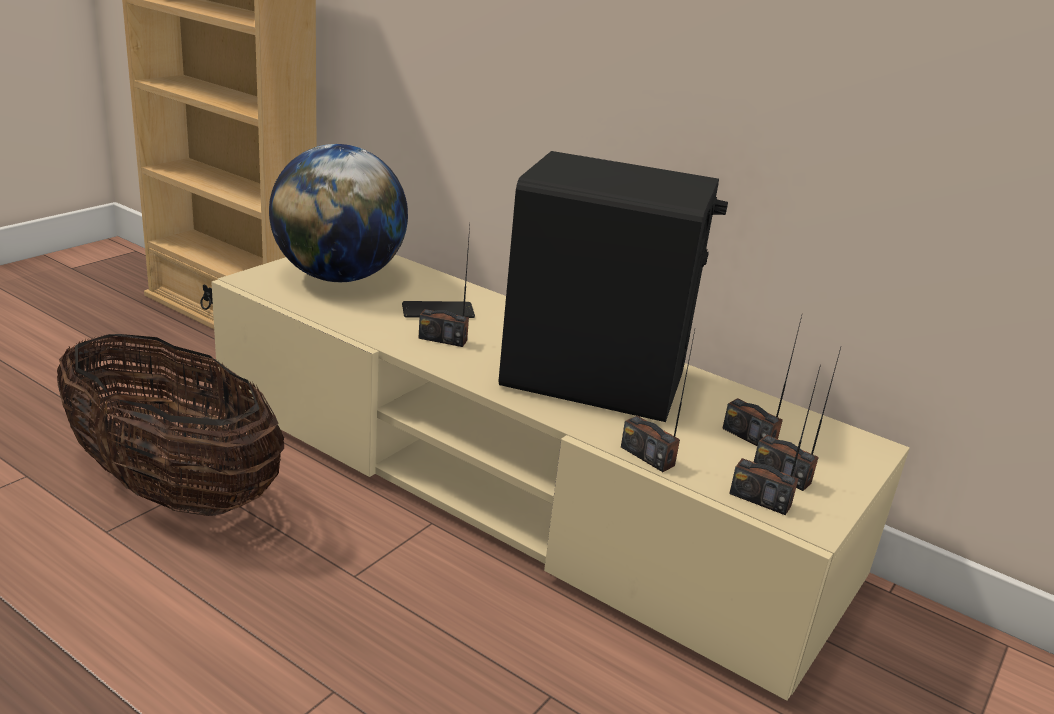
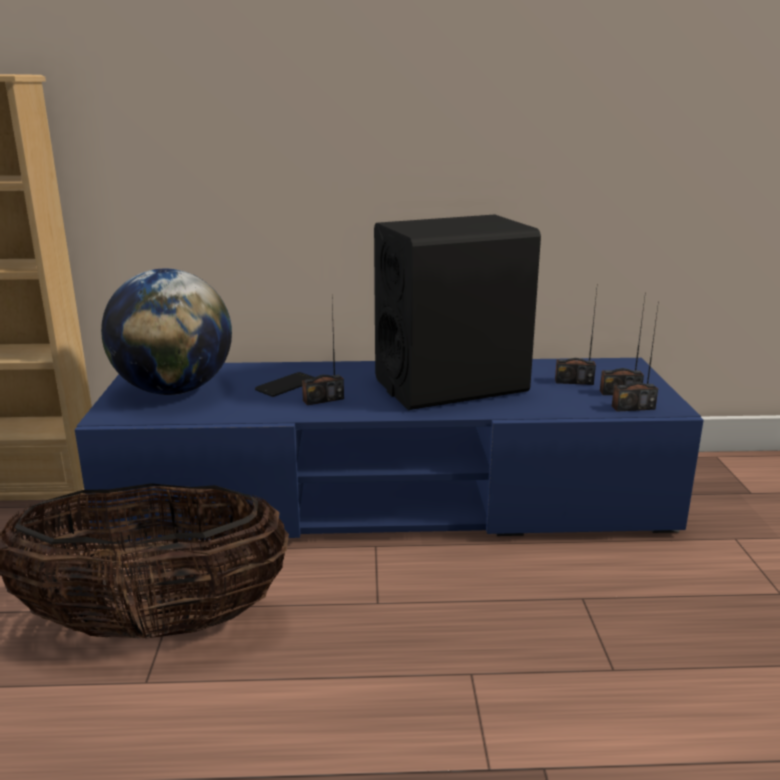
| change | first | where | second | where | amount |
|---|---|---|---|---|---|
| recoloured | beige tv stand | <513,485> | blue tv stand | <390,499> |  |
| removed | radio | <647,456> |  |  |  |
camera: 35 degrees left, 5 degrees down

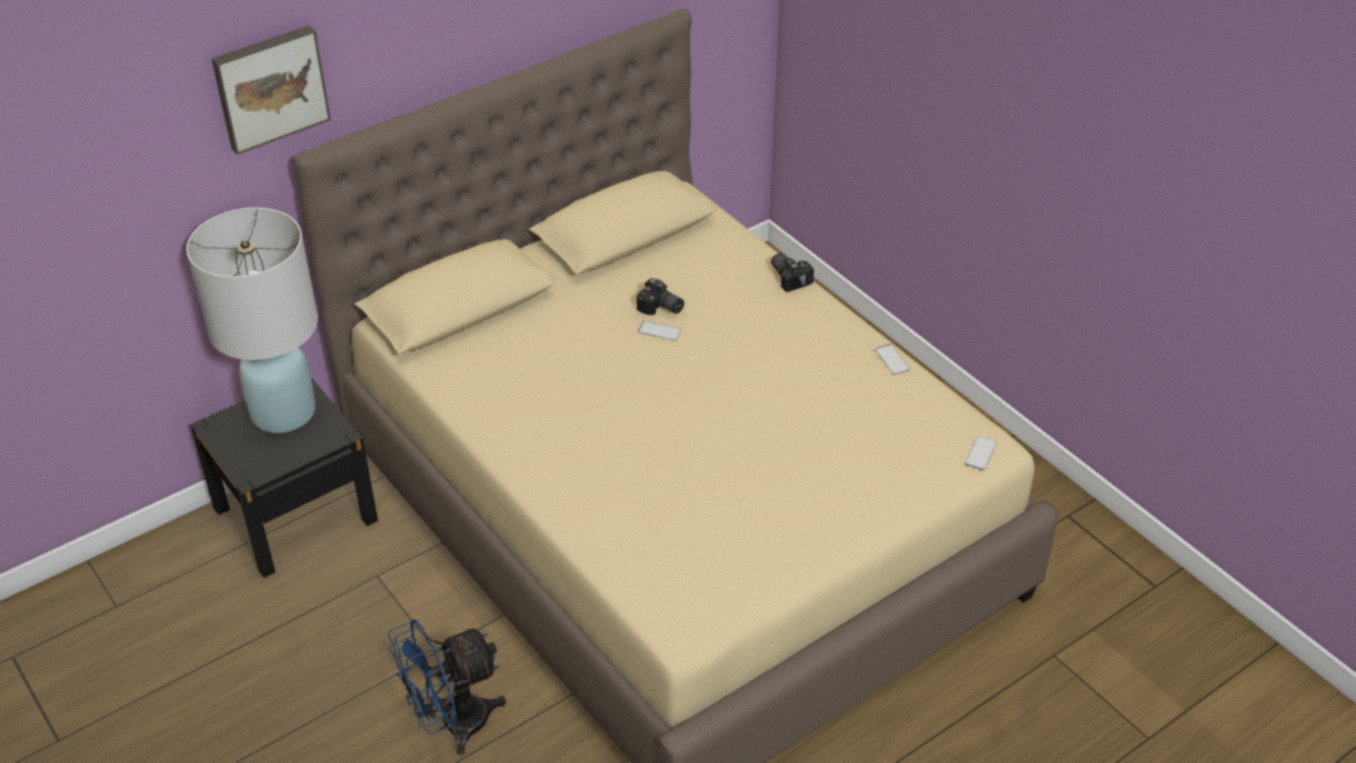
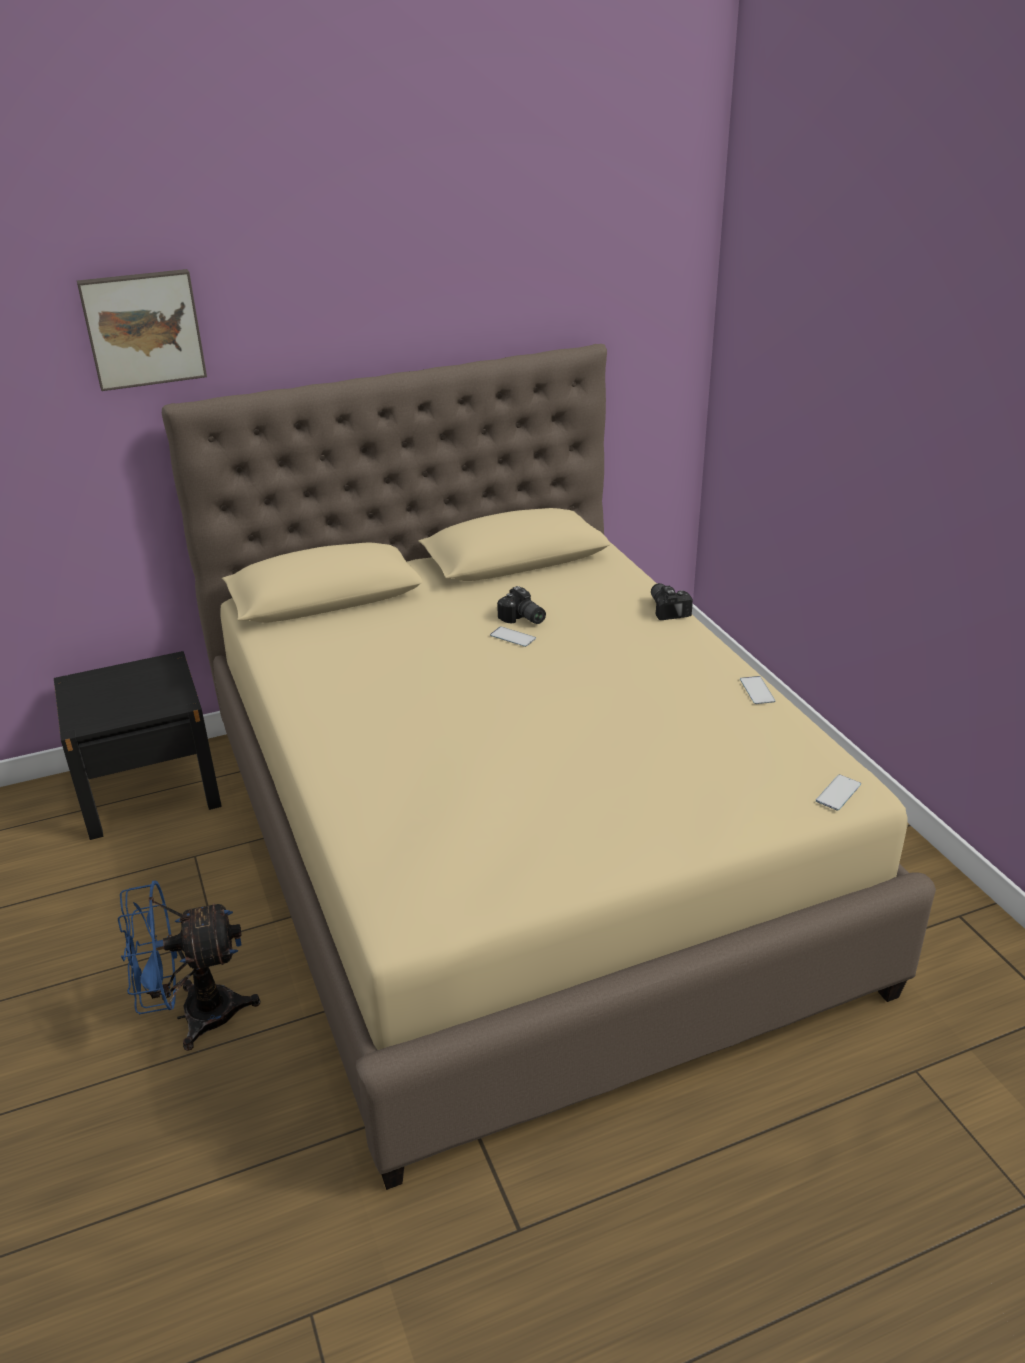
| change | first | where | second | where | amount |
|---|---|---|---|---|---|
| removed | white table lamp | <284,412> |  |  |  |
camera: 15 degrees right, 10 degrees down

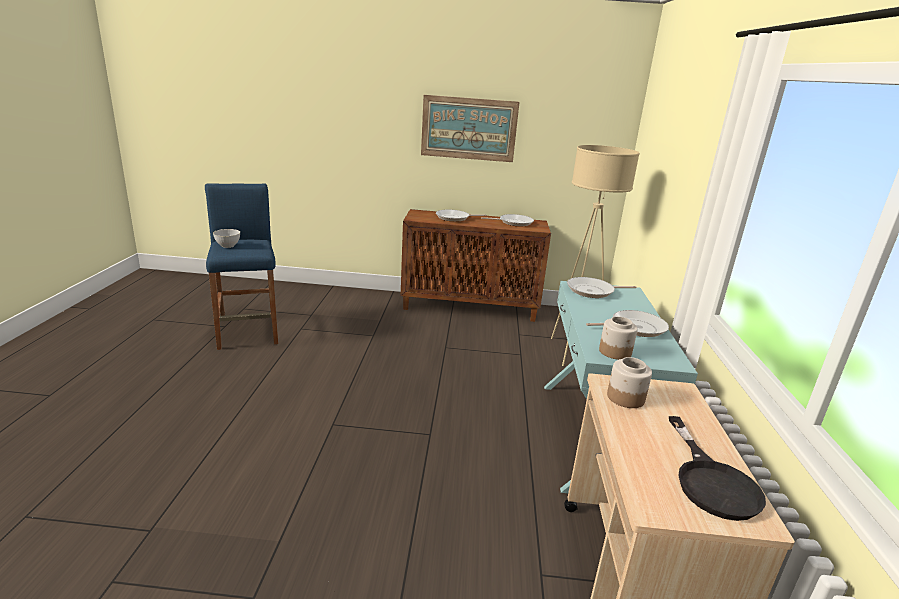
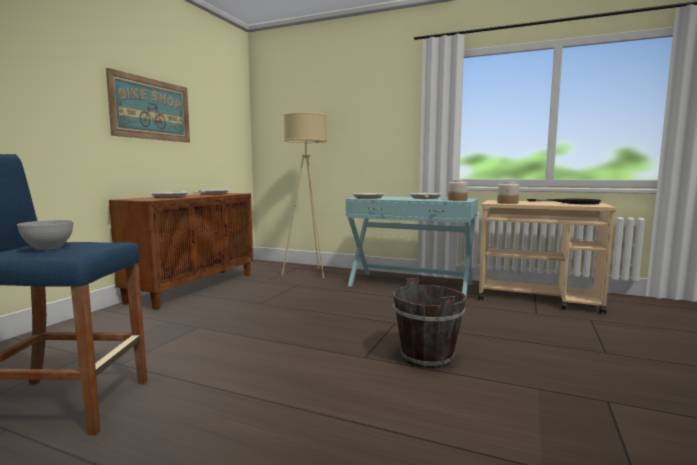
| change | first | where | second | where | amount |
|---|---|---|---|---|---|
| added |  |  | brown bucket | <427,357> |  |
camera: 70 degrees left, 15 degrees down

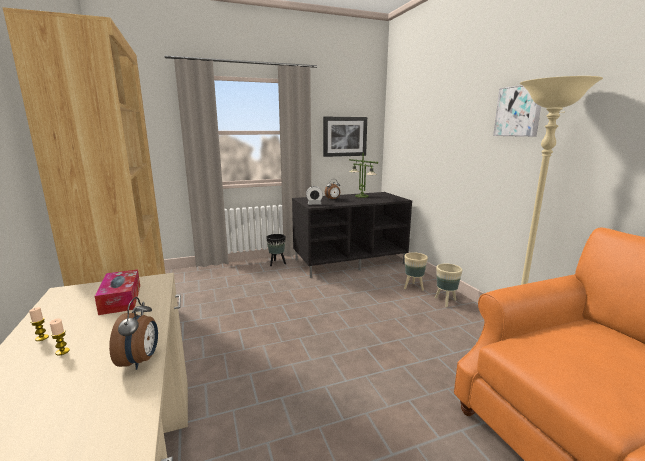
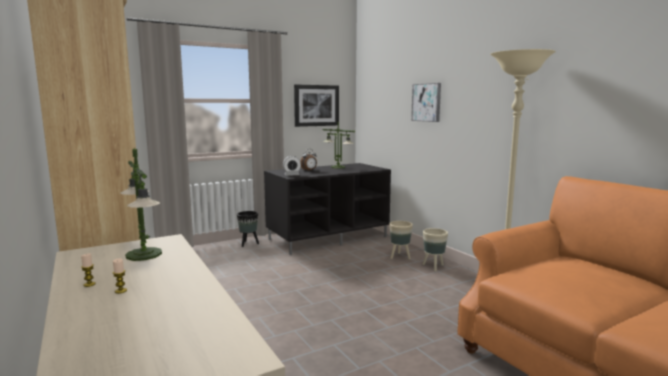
| change | first | where | second | where | amount |
|---|---|---|---|---|---|
| moved | picture | <519,111> |  | <427,102> |  |
| replaced | tissue box | <121,299> | table lamp | <144,255> |  |
| removed | alarm clock | <140,361> |  |  |  |
camera: 10 degrees left, 5 degrees down

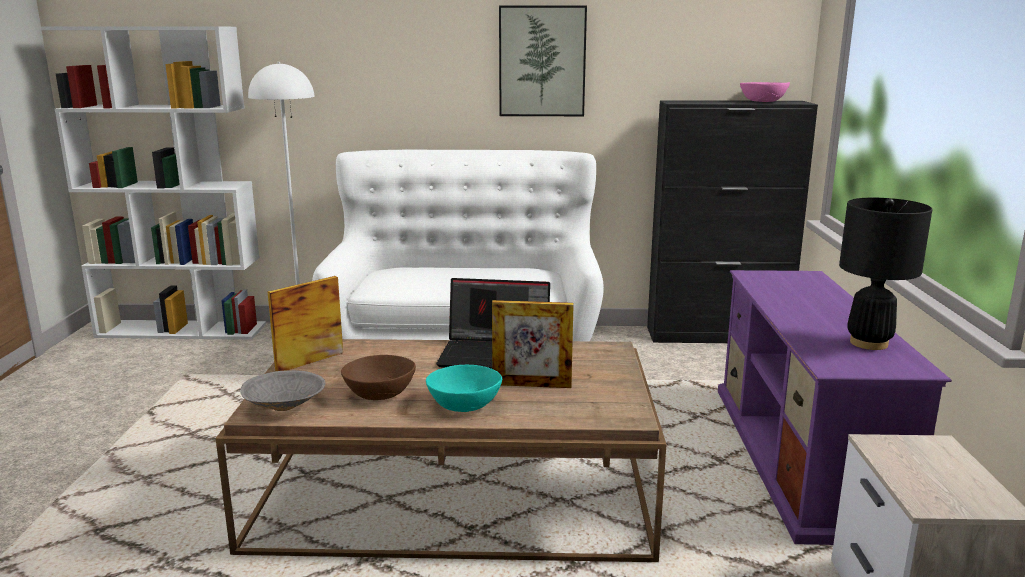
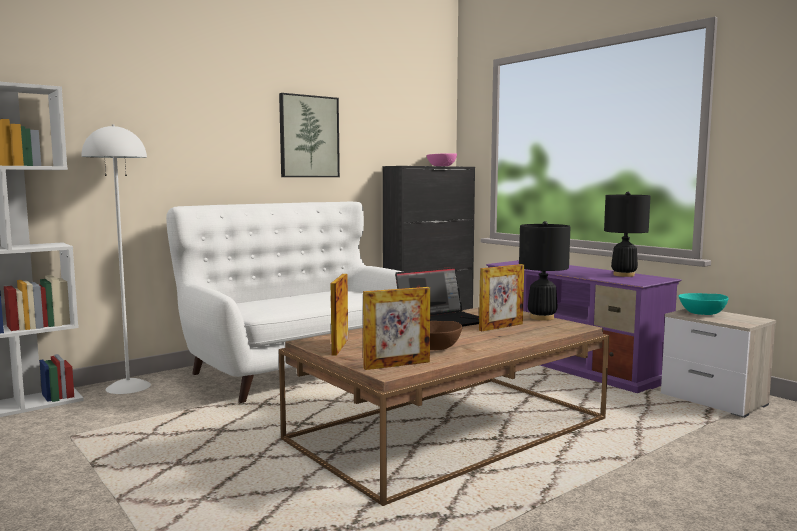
| change | first | where | second | where | amount |
|---|---|---|---|---|---|
| moved | turquoise bowl | <464,404> |  | <702,313> |  |
| replaced | grey bowl | <286,406> | picture frame | <397,365> |  |
| added |  |  | black table lamp | <542,317> |  |
camera: 40 degrees left, 10 degrees down

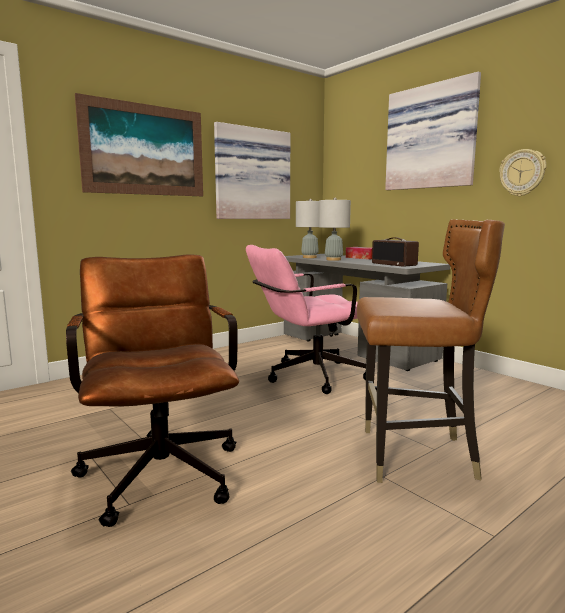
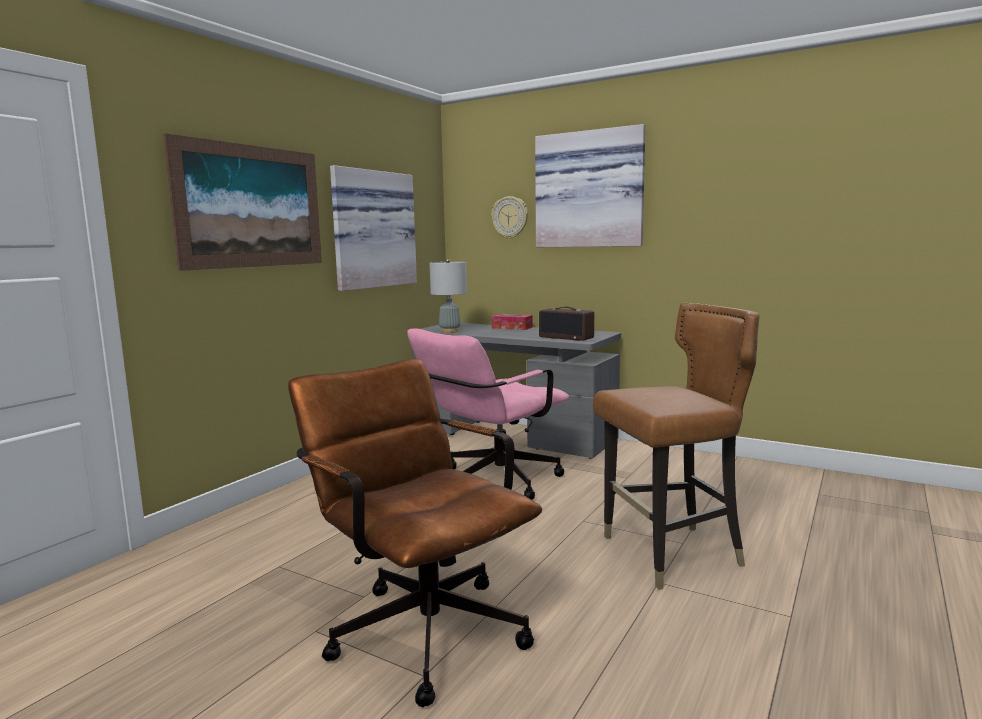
| change | first | where | second | where | amount |
|---|---|---|---|---|---|
| moved | wall clock | <522,173> |  | <510,217> |  |
| removed | grey table lamp | <333,259> |  |  |  |
camera: 20 degrees left, 0 degrees up

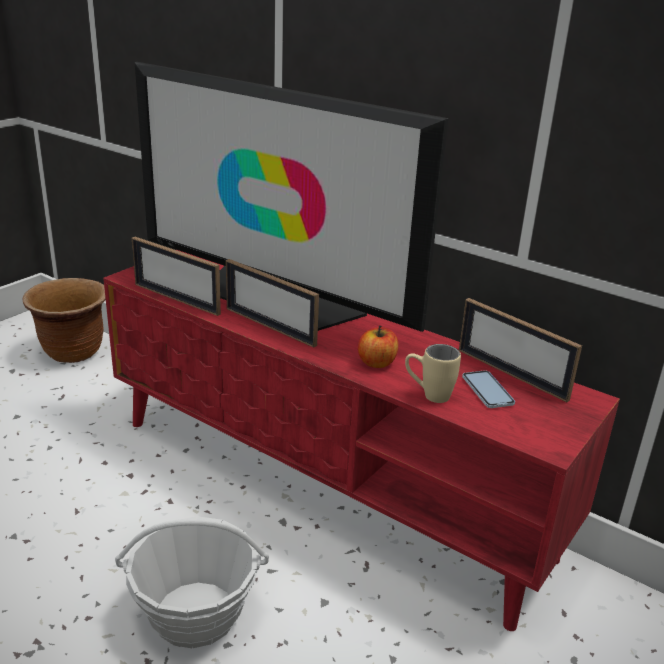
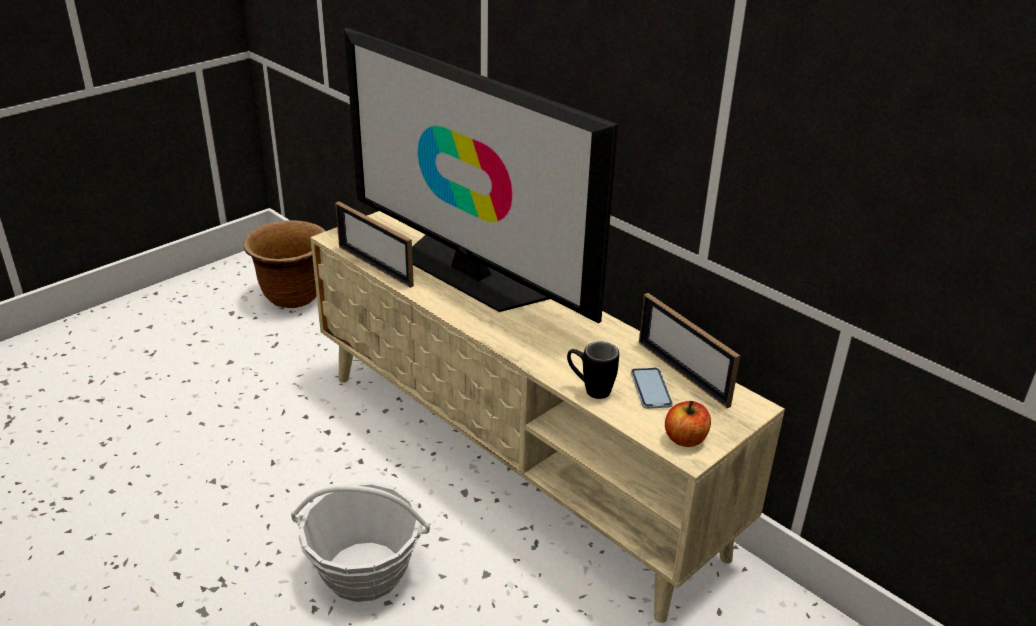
| change | first | where | second | where | amount |
|---|---|---|---|---|---|
| recoloured | red tv stand | <327,485> | beige tv stand | <516,460> |  |
| removed | picture frame | <270,326> |  |  |  |
| moved | apple | <377,363> |  | <685,439> |  |
| recoloured | beige mug | <428,395> | black mug | <590,389> |  |
camera: 10 degrees right, 5 degrees up

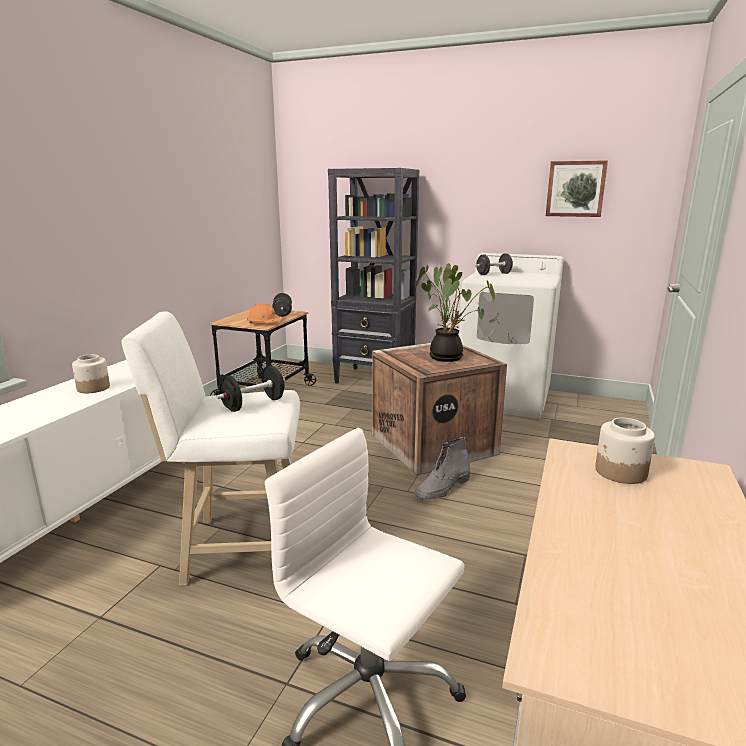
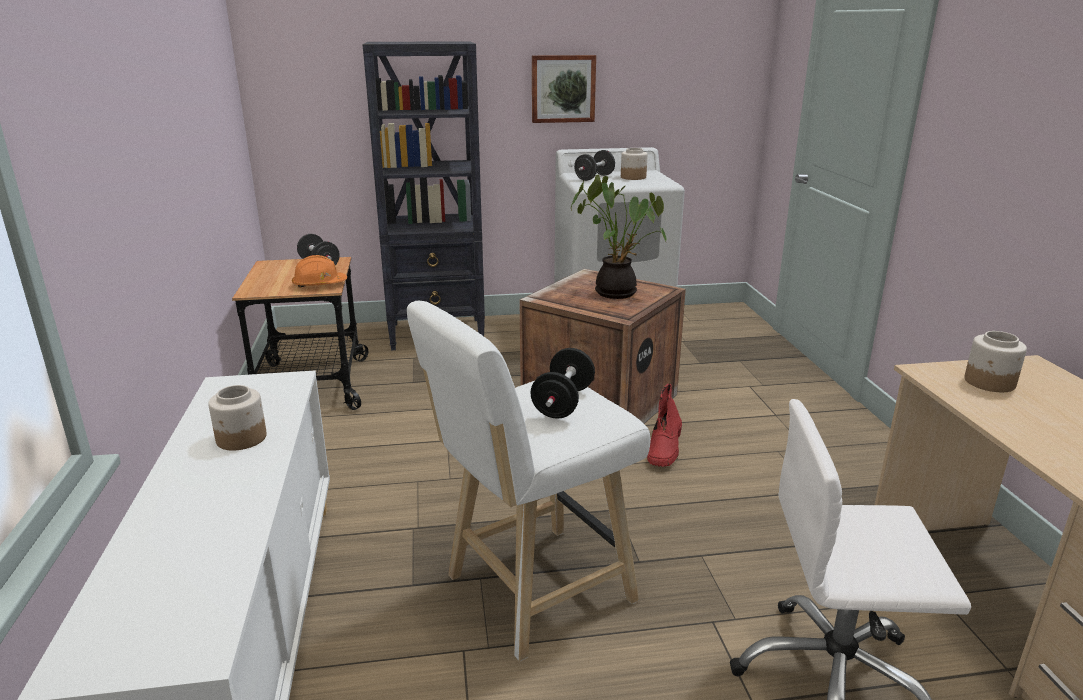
| change | first | where | second | where | amount |
|---|---|---|---|---|---|
| moved | picture | <575,189> |  | <563,89> |  |
| recoloured | grey boot | <442,488> | red boot | <664,448> |  |
| added |  |  | jar | <633,177> |  |
camera: 30 degrees left, 5 degrees up

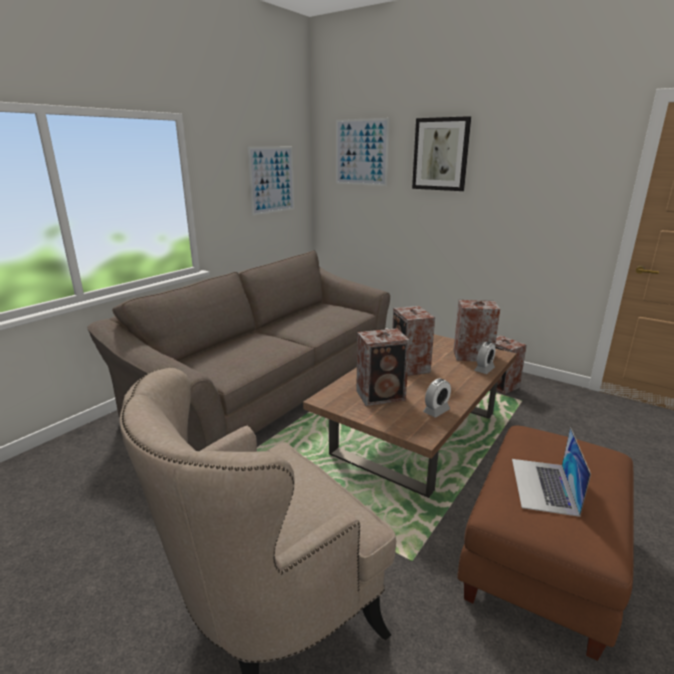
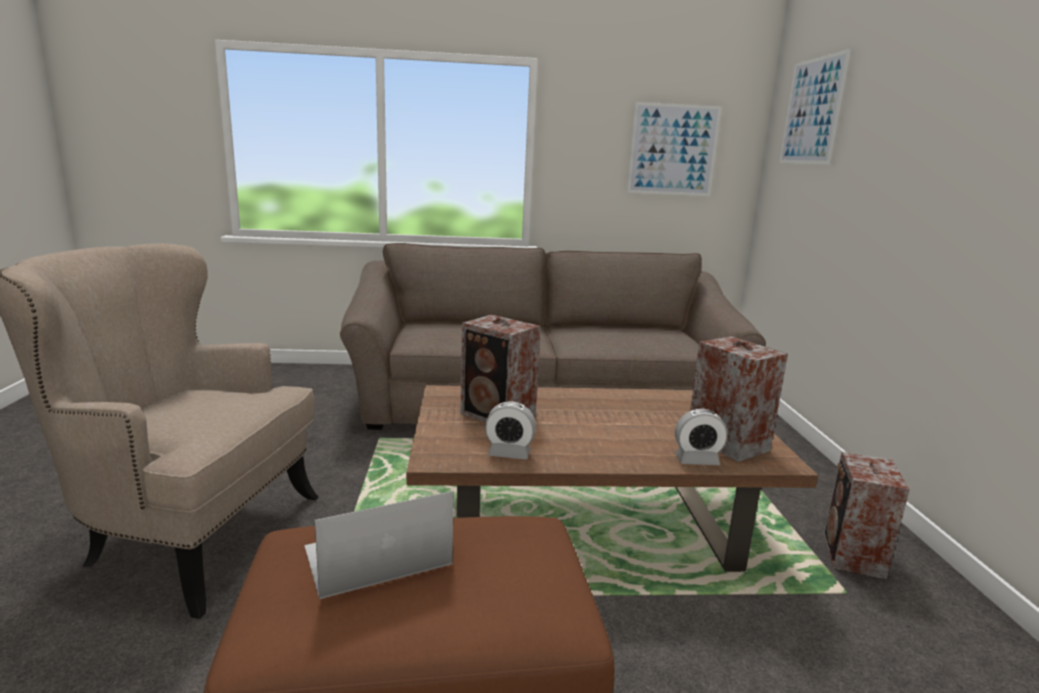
| change | first | where | second | where | amount |
|---|---|---|---|---|---|
| removed | picture | <440,154> |  |  |  |
| removed | speaker | <410,367> |  |  |  |
camera: 50 degrees right, 5 degrees down

